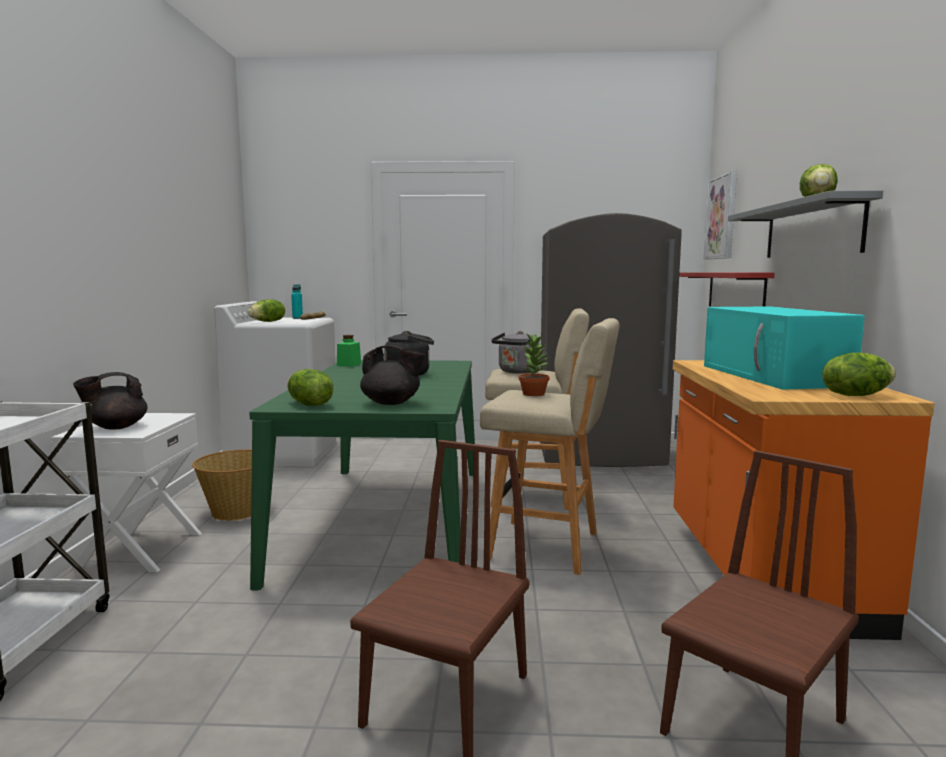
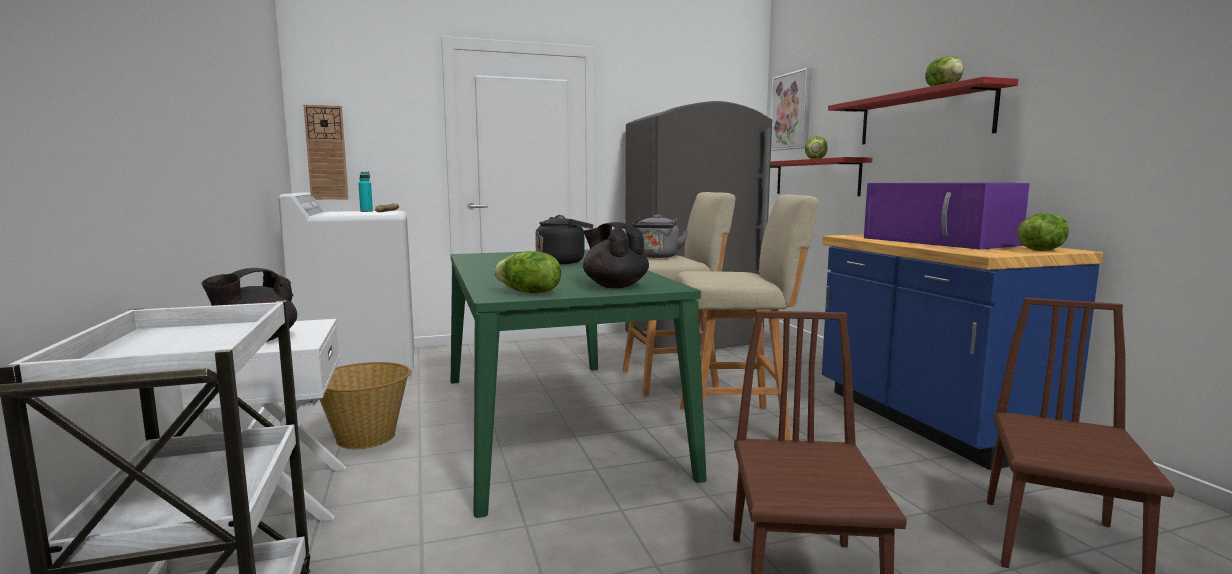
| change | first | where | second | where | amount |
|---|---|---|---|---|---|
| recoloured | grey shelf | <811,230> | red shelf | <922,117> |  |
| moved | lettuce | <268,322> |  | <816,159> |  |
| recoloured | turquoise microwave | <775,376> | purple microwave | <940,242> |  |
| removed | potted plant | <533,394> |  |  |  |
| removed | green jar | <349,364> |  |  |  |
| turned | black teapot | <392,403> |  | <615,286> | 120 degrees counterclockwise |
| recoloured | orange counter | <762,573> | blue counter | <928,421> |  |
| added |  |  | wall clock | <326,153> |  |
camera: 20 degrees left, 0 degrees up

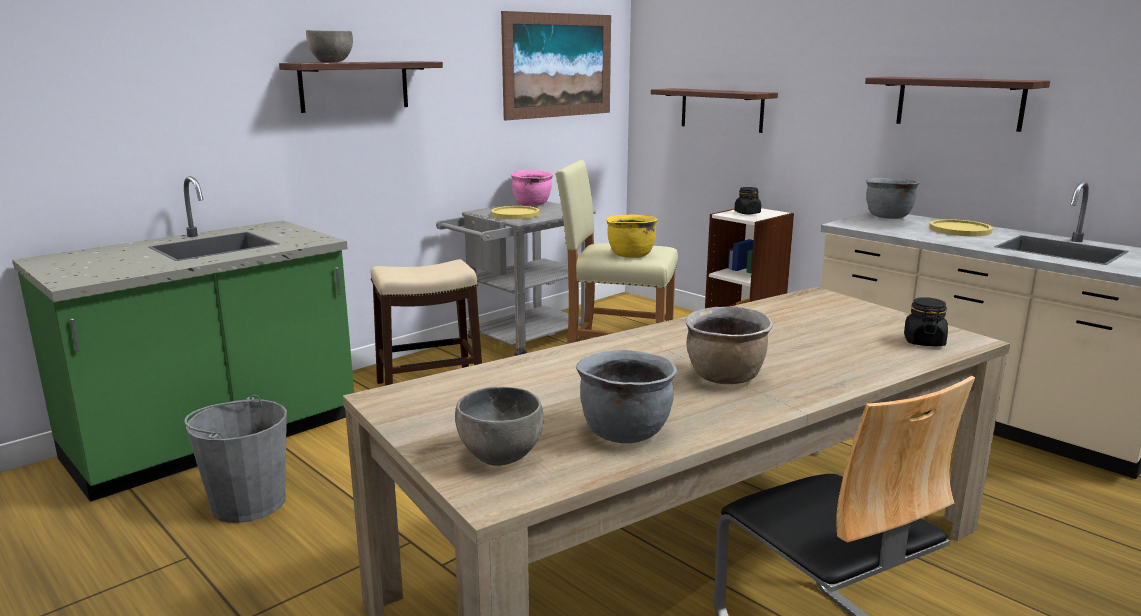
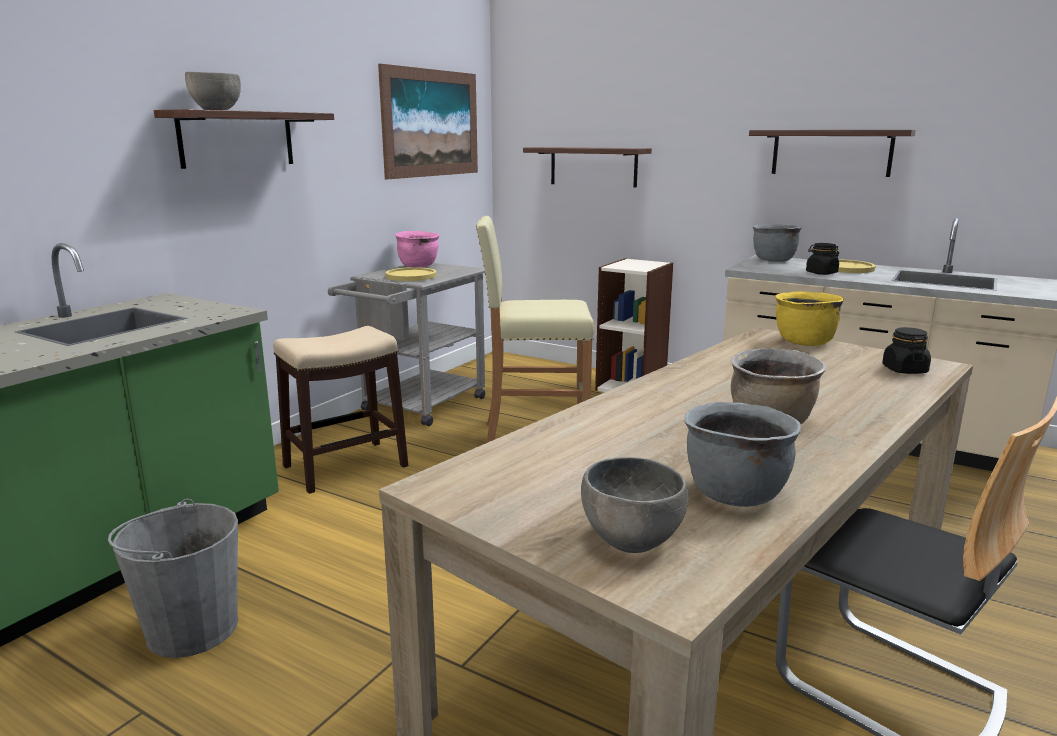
| change | first | where | second | where | amount |
|---|---|---|---|---|---|
| moved | black jar | <747,213> |  | <821,273> |  |
| moved | yellow cooking pot | <630,255> |  | <803,342> |  |
camera: 15 degrees left, 0 degrees up

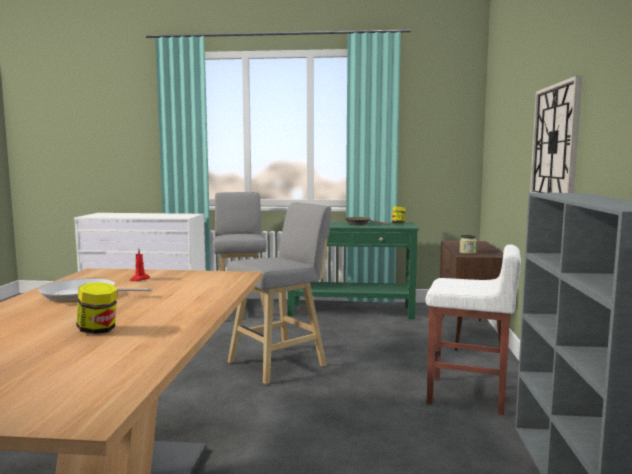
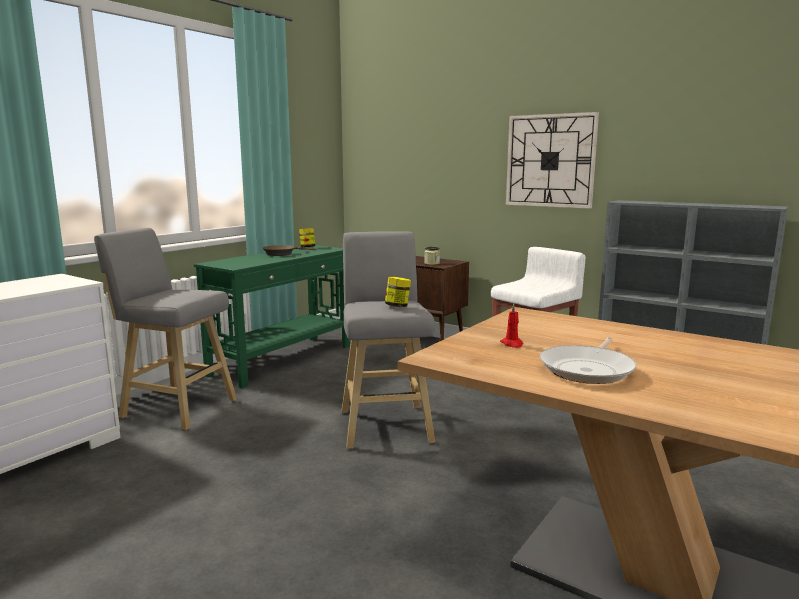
| change | first | where | second | where | amount |
|---|---|---|---|---|---|
| moved | jar | <98,330> |  | <397,306> |  |
camera: 60 degrees left, 5 degrees up

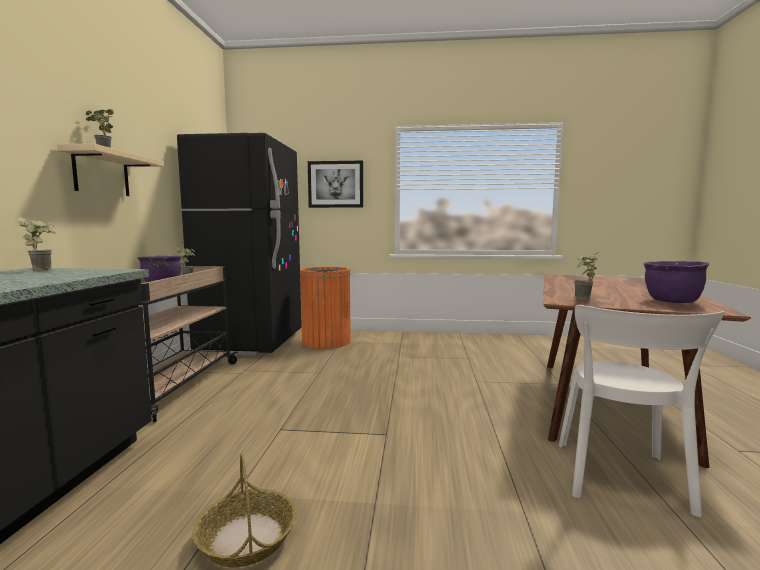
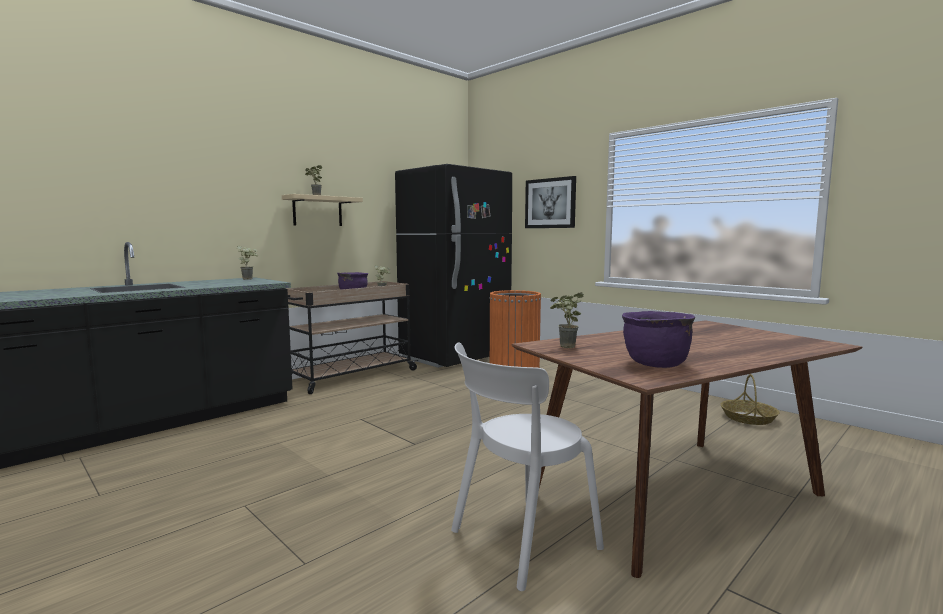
| change | first | where | second | where | amount |
|---|---|---|---|---|---|
| moved | basket | <246,537> |  | <748,418> |  |
camera: 40 degrees right, 0 degrees up

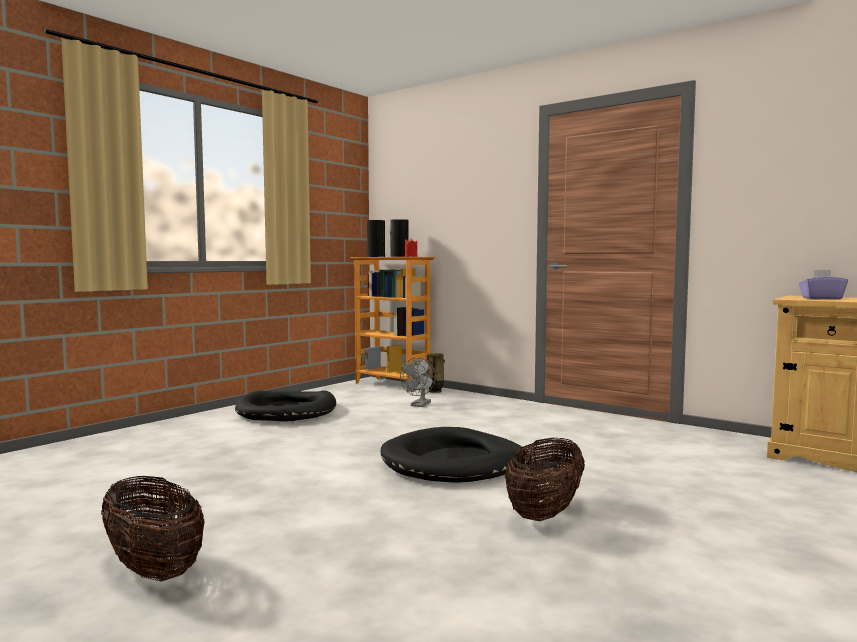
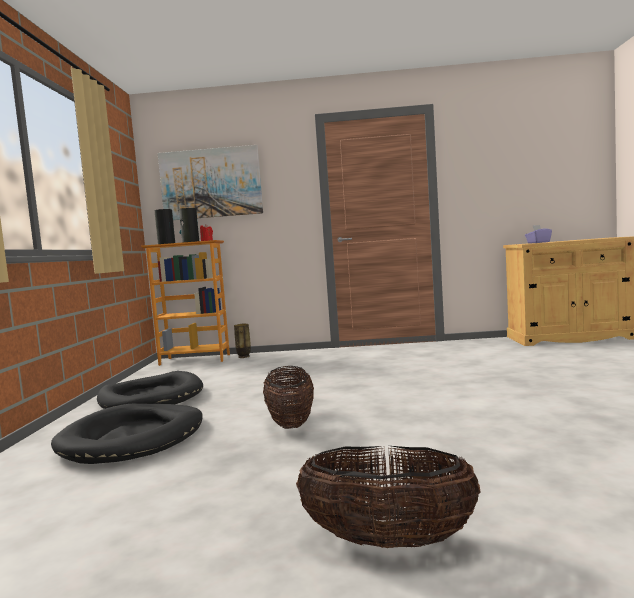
| change | first | where | second | where | amount |
|---|---|---|---|---|---|
| removed | grey fan | <419,405> |  |  |  |
| moved | black dog bed | <454,462> |  | <133,438> |  |
| moved | basket | <545,513> |  | <291,423> |  |
| added |  |  | picture | <211,183> |  |
camera: 35 degrees left, 0 degrees up

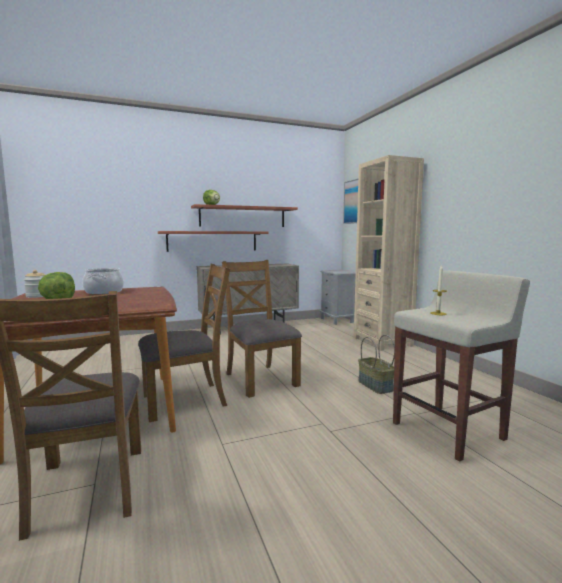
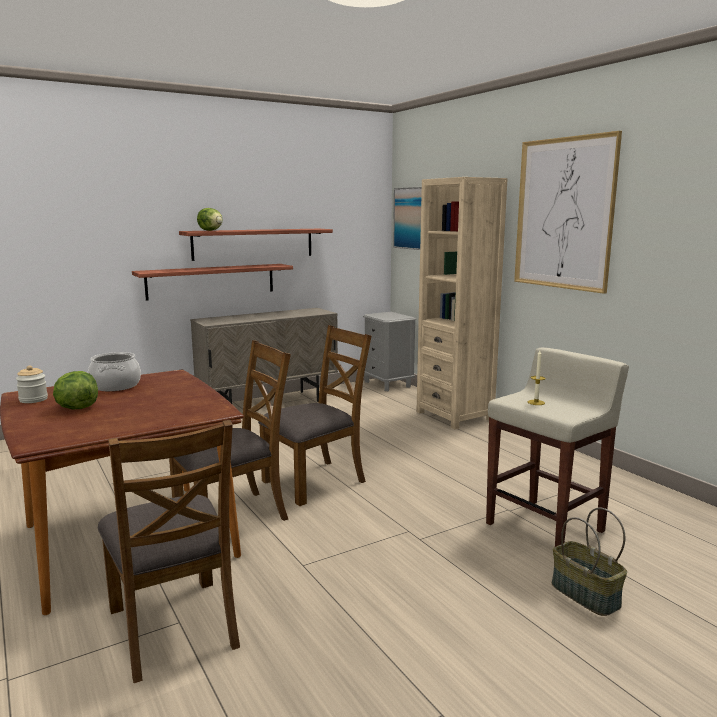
| change | first | where | second | where | amount |
|---|---|---|---|---|---|
| turned | brown chair | <260,379> |  | <315,481> | 90 degrees clockwise |
| moved | basket | <374,385> |  | <584,595> |  |
| added |  |  | picture | <564,214> |  |
camera: 10 degrees left, 5 degrees up

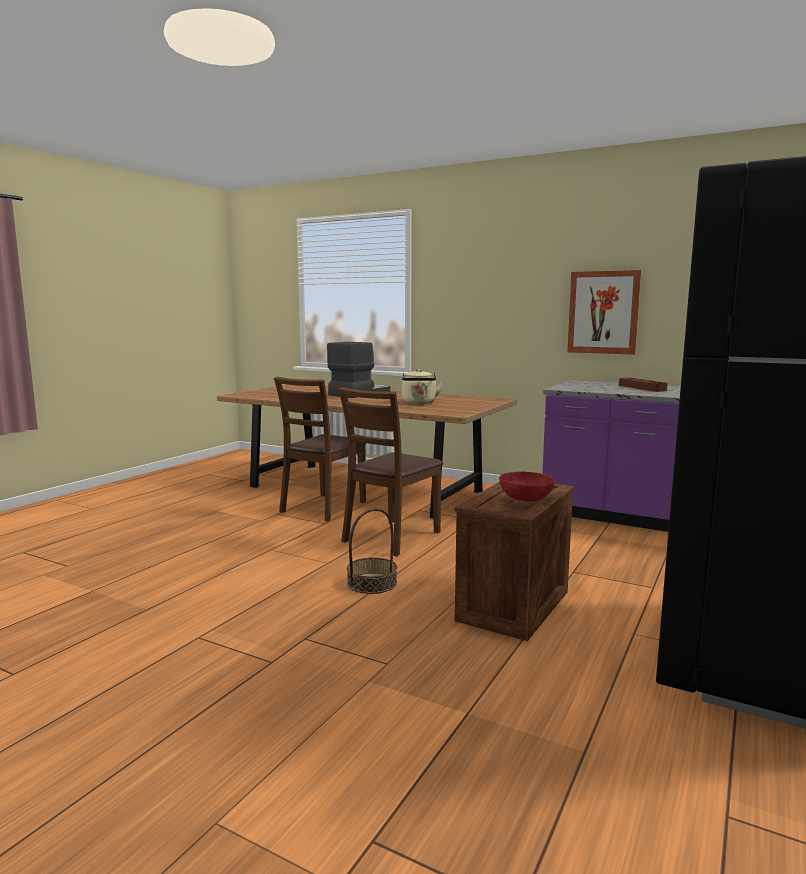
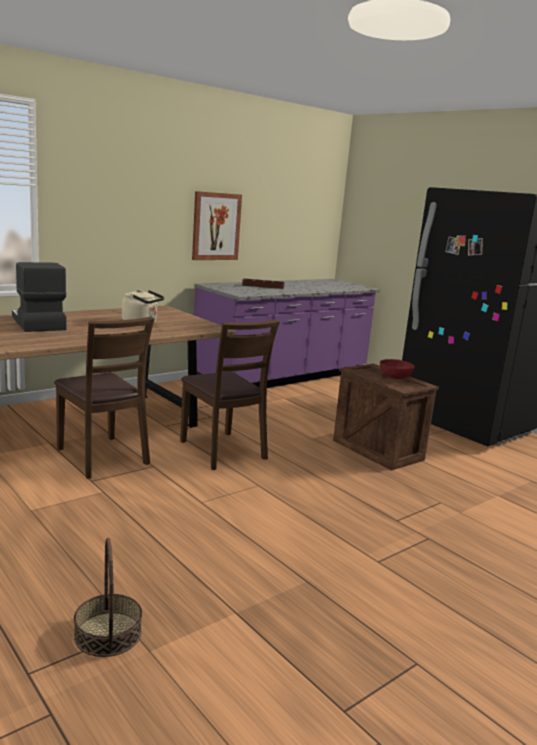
| change | first | where | second | where | amount |
|---|---|---|---|---|---|
| moved | basket | <372,583> |  | <108,633> |  |
camera: 70 degrees left, 5 degrees up

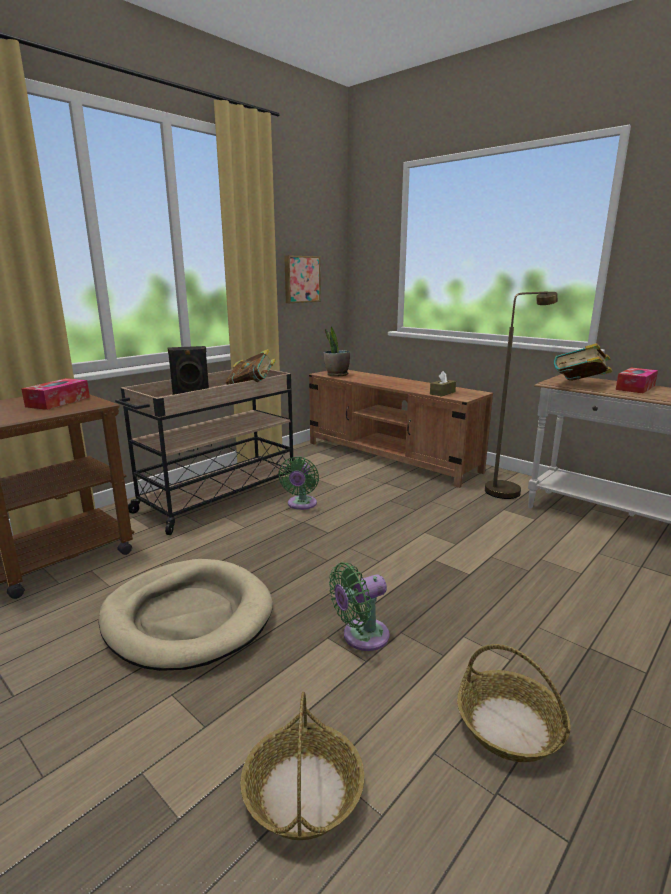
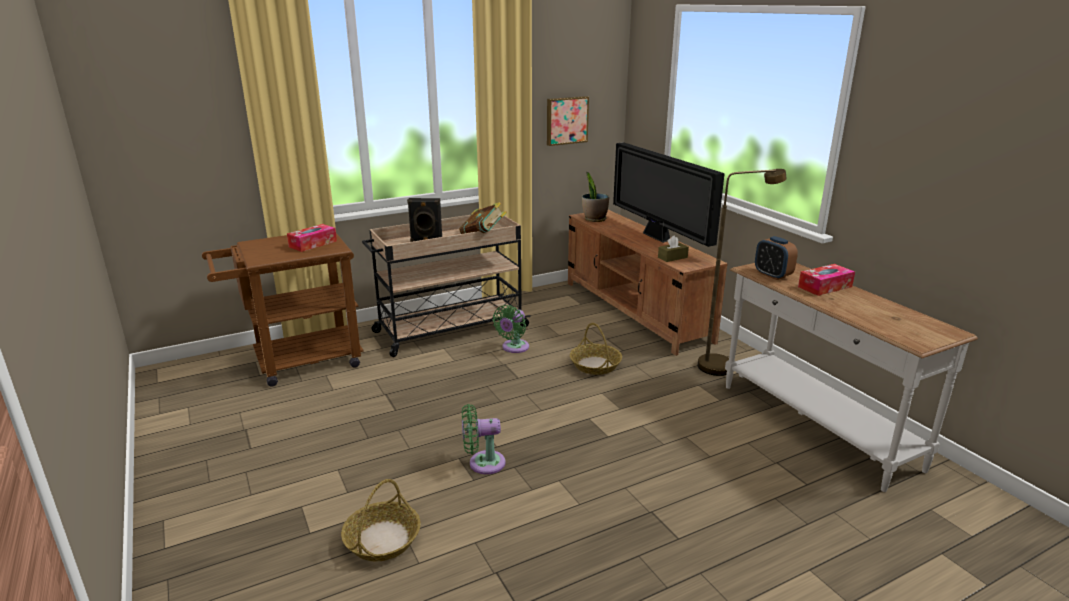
| change | first | where | second | where | amount |
|---|---|---|---|---|---|
| replaced | book | <580,384> | alarm clock | <772,275> |  |
| removed | beige dog bed | <188,617> |  |  |  |
| moved | basket | <508,726> |  | <595,365> |  |
| added |  |  | television | <658,237> |  |
camera: 20 degrees right, 5 degrees up

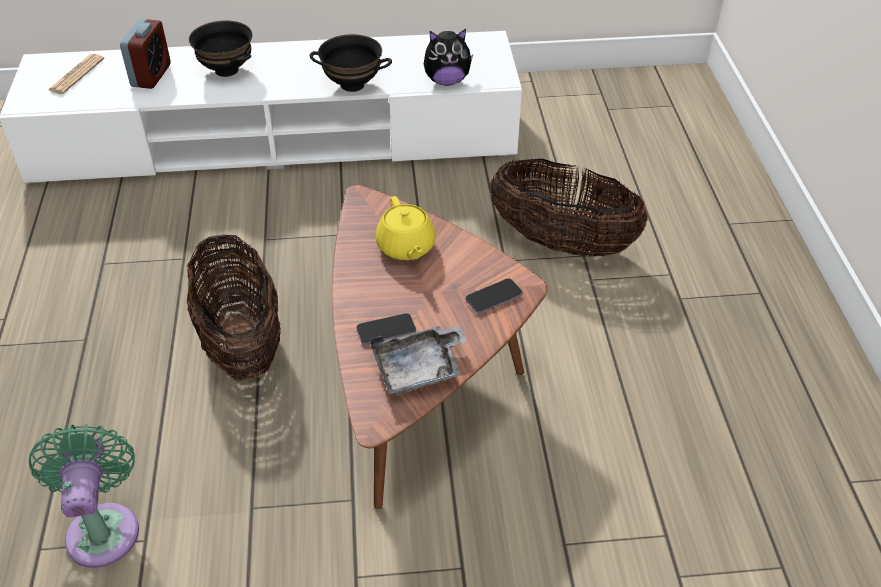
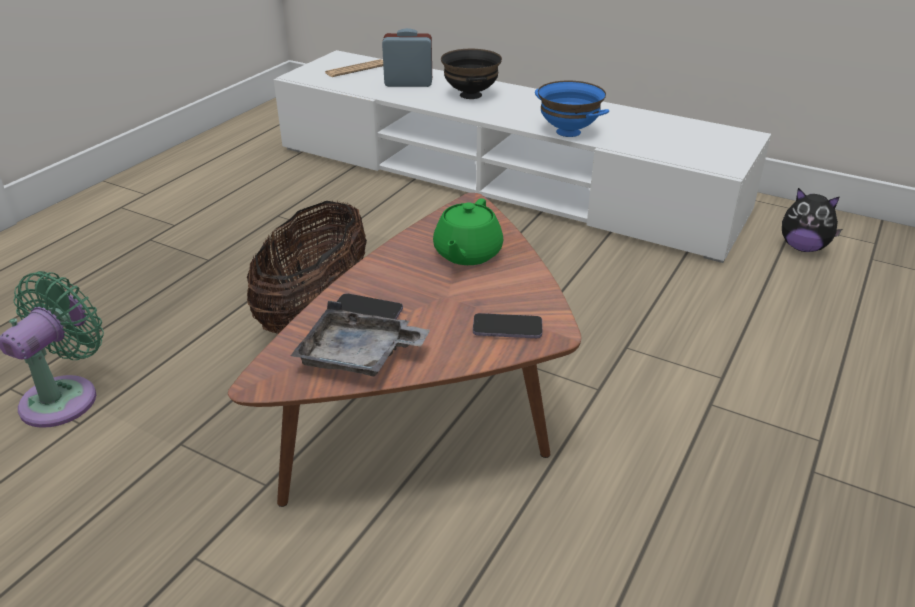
| change | first | where | second | where | amount |
|---|---|---|---|---|---|
| turned | alarm clock | <151,75> |  | <408,83> | 135 degrees counterclockwise |
| moved | plush toy | <447,81> |  | <803,247> |  |
| recoloured | black bowl | <352,85> | blue bowl | <567,132> |  |
| removed | basket | <562,242> |  |  |  |
| recoloured | yellow teapot | <406,247> | green teapot | <467,254> |  |
camera: 35 degrees right, 10 degrees down

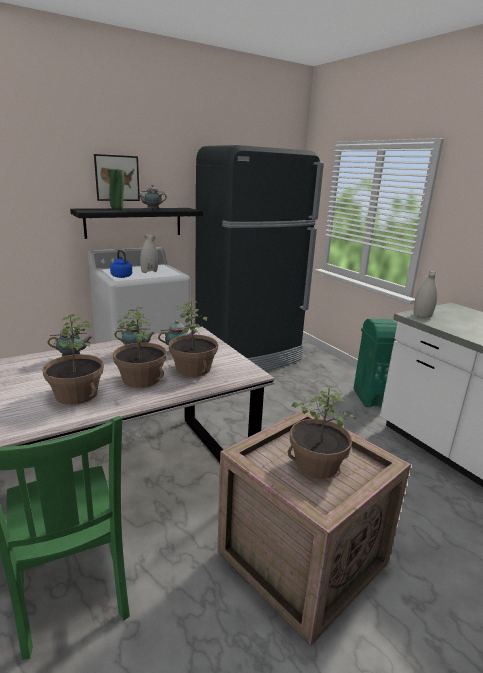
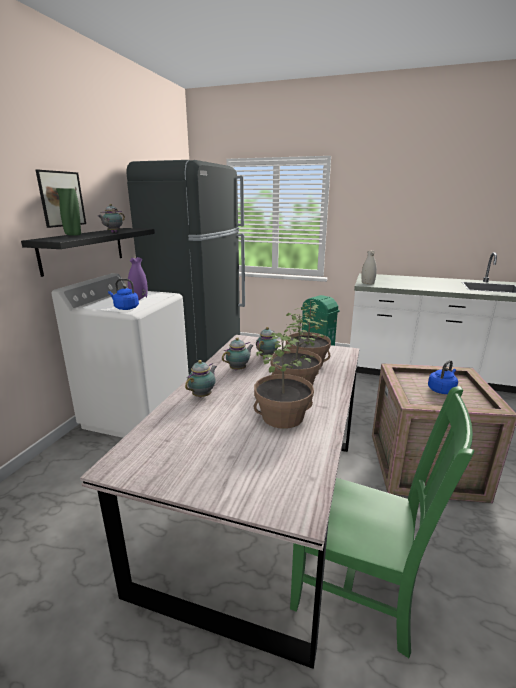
| change | first | where | second | where | amount |
|---|---|---|---|---|---|
| recoloured | white vase | <149,271> | purple vase | <139,298> |  |
| replaced | potted plant | <317,464> | blue kettle | <442,390> |  |
camera: 40 degrees left, 0 degrees up

